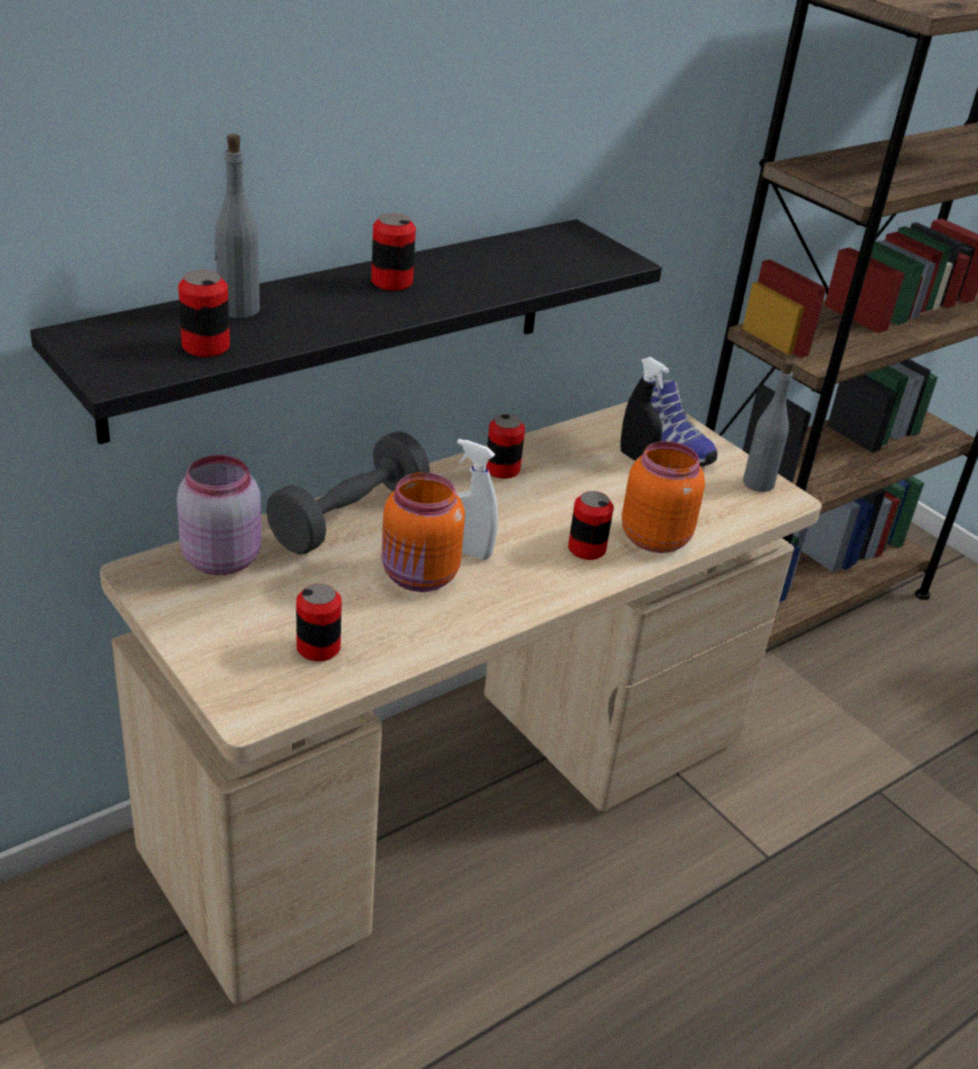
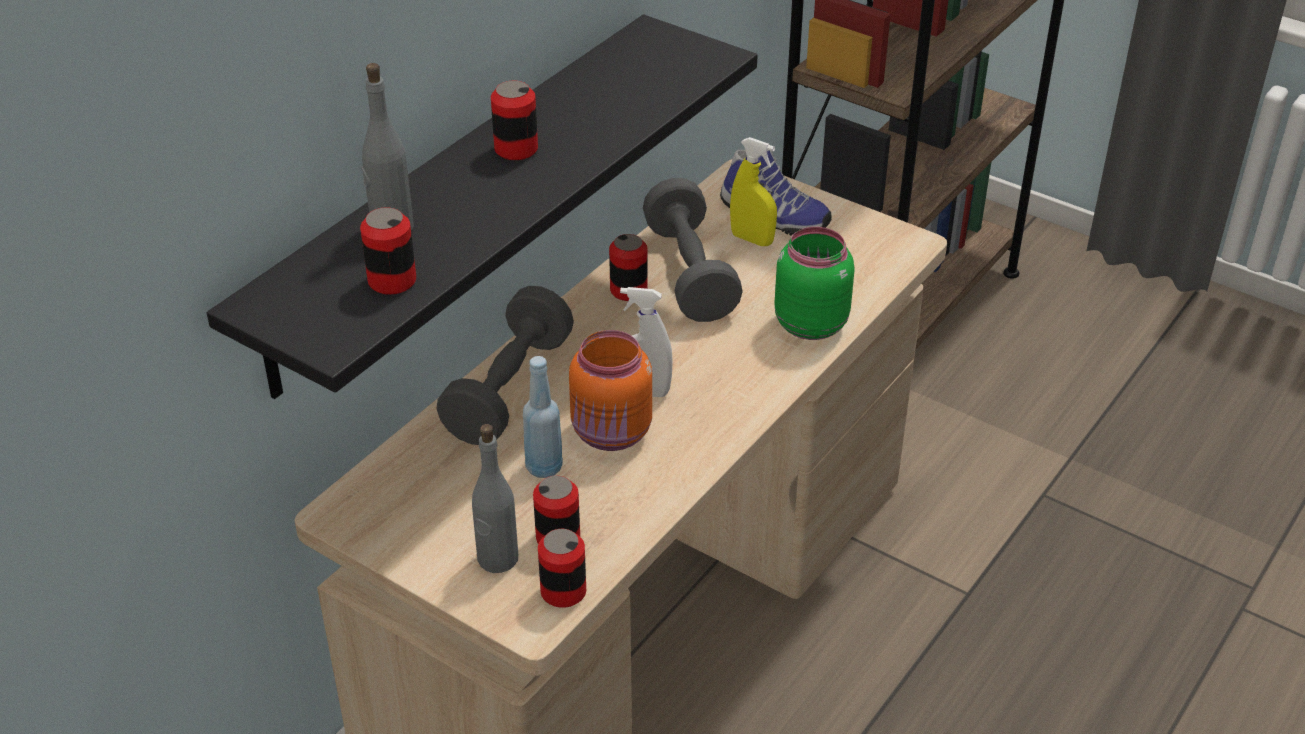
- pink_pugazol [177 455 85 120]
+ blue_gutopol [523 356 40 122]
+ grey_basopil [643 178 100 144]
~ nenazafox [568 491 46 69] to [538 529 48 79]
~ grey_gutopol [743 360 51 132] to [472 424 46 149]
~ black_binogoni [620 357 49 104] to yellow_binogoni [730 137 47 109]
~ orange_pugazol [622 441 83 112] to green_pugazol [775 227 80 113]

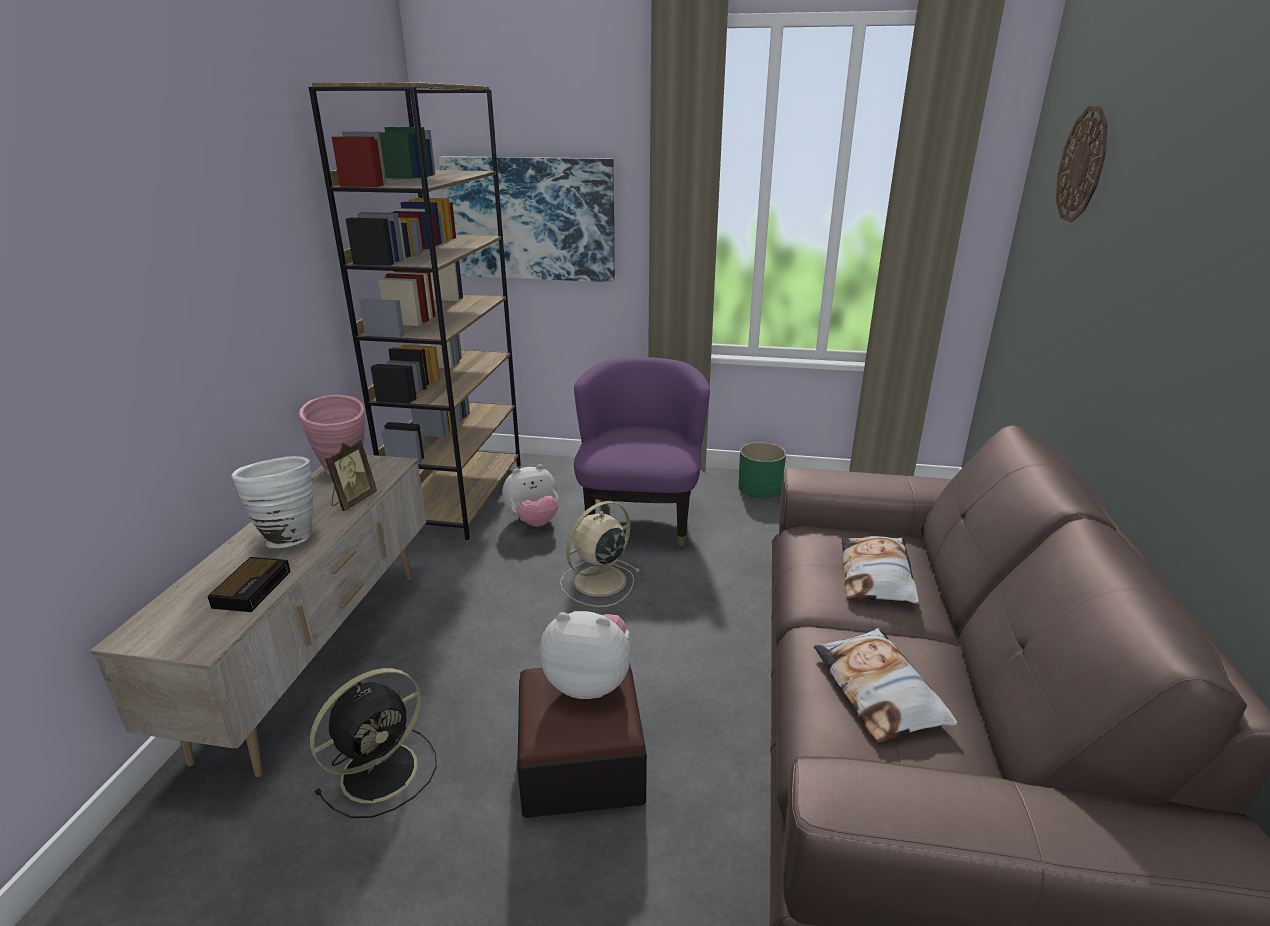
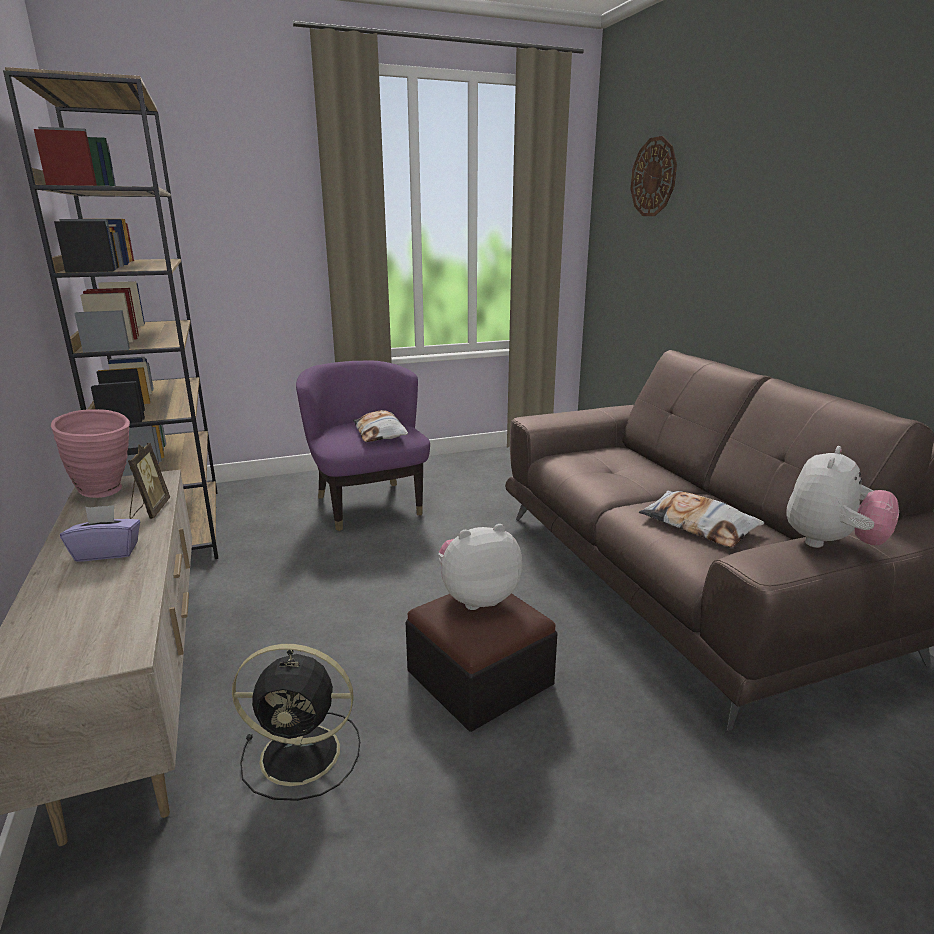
- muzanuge [207 557 84 55]
- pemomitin [439 156 176 126]
- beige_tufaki [560 501 80 106]
- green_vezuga [739 442 47 56]
~ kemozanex [502 464 56 63] to [786 446 113 102]
~ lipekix [841 536 78 67] to [353 410 55 32]
~ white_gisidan [231 456 83 92] to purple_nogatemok [60 505 80 57]
~ black_tufaki [310 668 127 150] = [232 644 128 157] 75 degrees clockwise

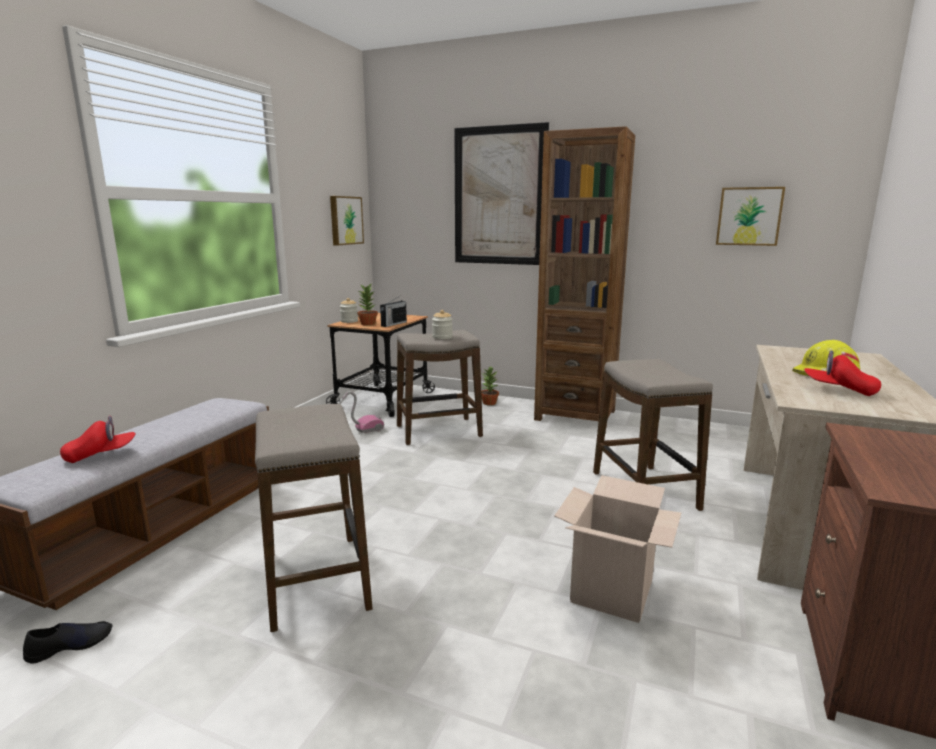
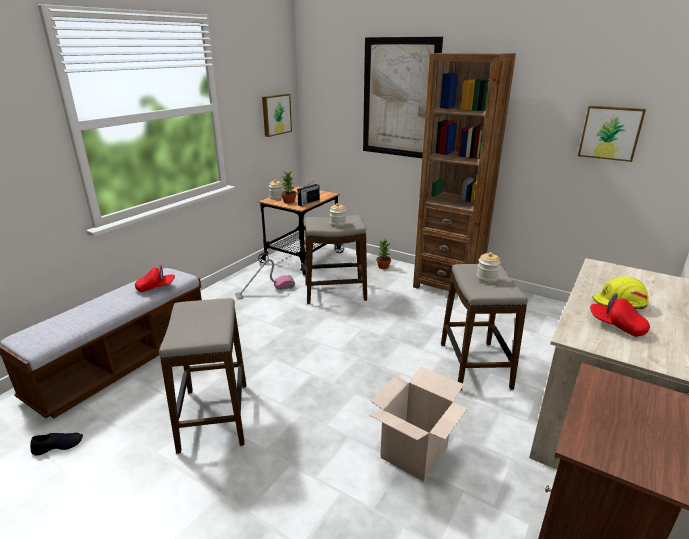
+ pugazol [477 252 24 31]
~ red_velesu [60 416 75 47] to [135 265 40 27]

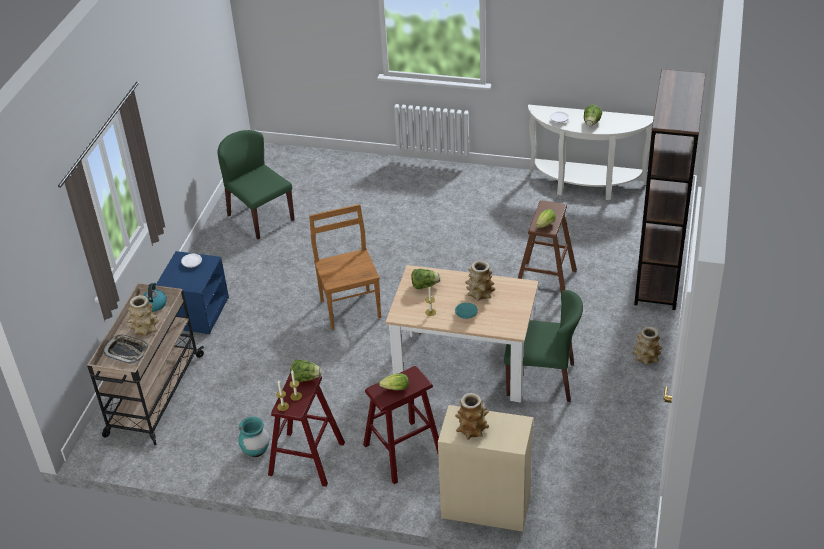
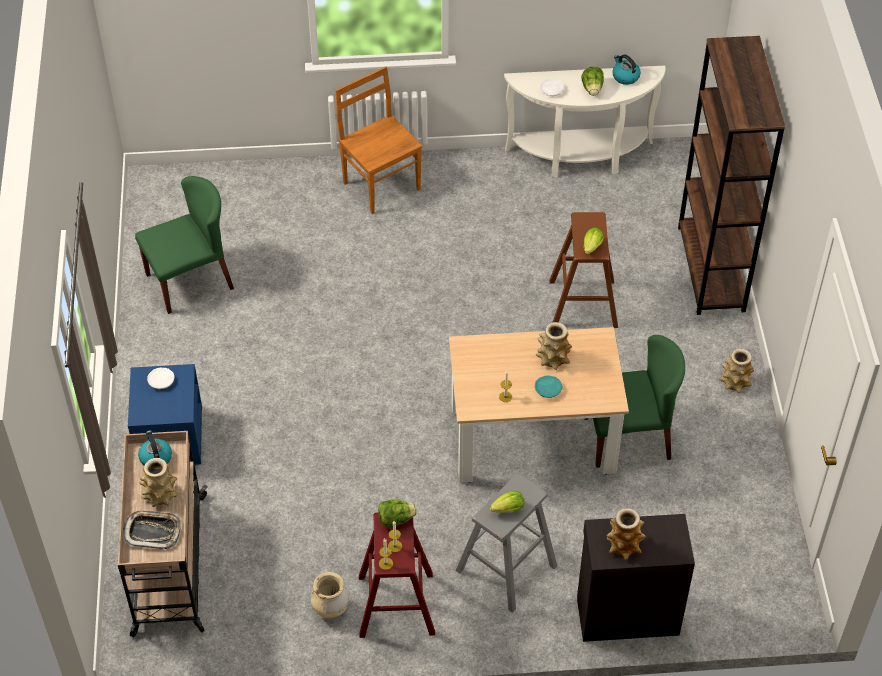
- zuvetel [412 269 29 20]
+ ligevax [612 54 29 31]
~ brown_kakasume [309 204 72 126] to [336 66 86 148]
~ turquoise_gisidan [238 417 31 40] to beige_gisidan [311 572 38 47]
~ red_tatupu [363 366 76 118] to grey_tatupu [456 473 101 140]
~ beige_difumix [438 405 95 127] to black_difumix [577 514 118 128]
~ green_kakasume [217 130 78 109] = [135 176 99 138] 120 degrees clockwise

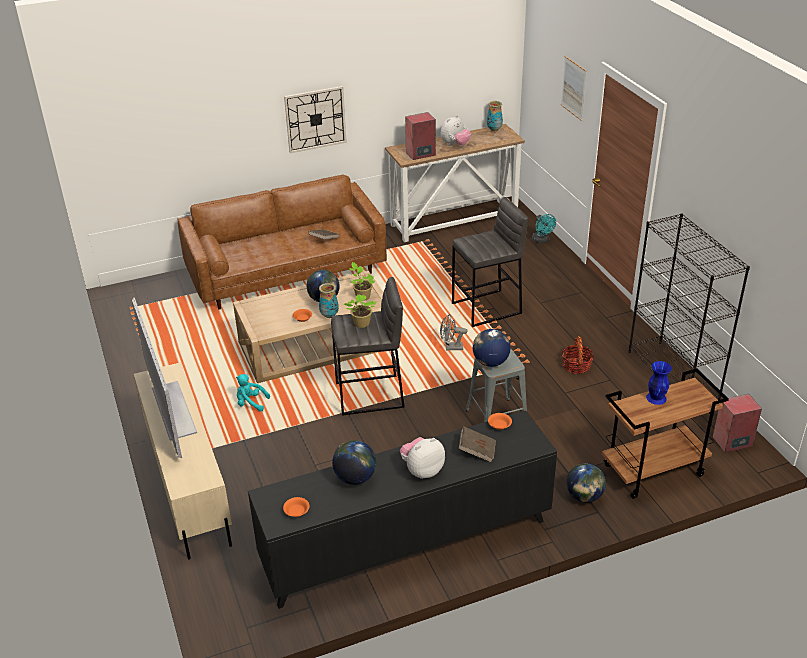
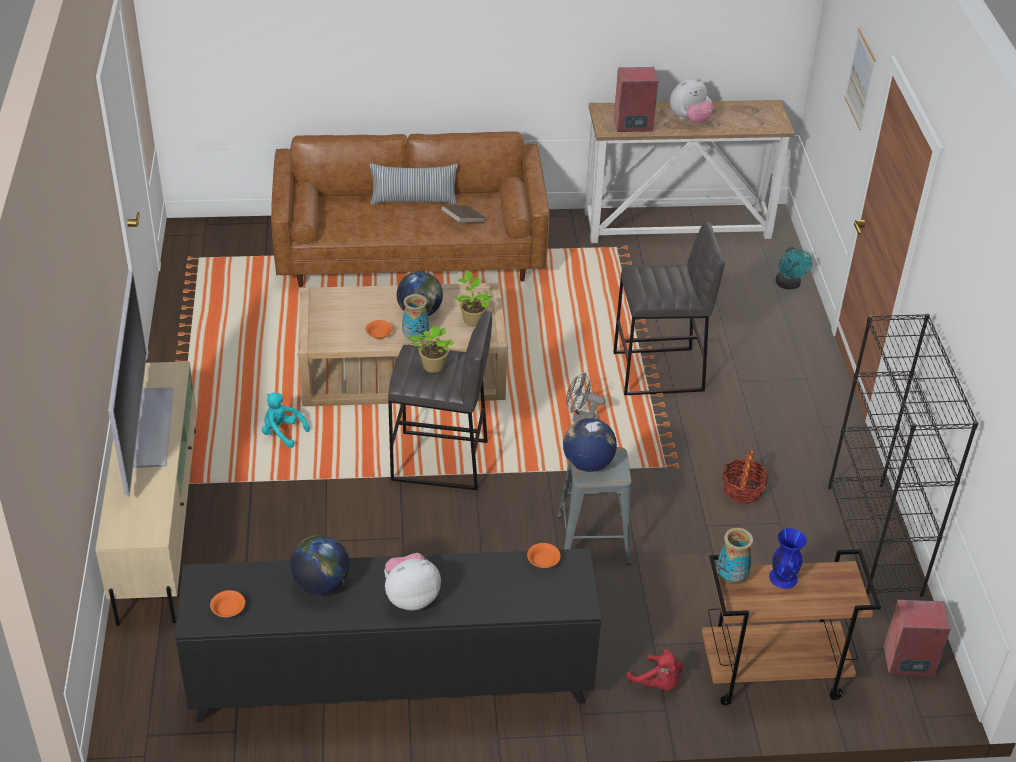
- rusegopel [284 86 63 67]
- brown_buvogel [458 426 38 36]
+ lipekix [370 163 88 42]
~ gisidan [487 101 16 30] to [717 528 36 55]
~ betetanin [566 463 40 40] to red_kemozanex [626 649 57 42]

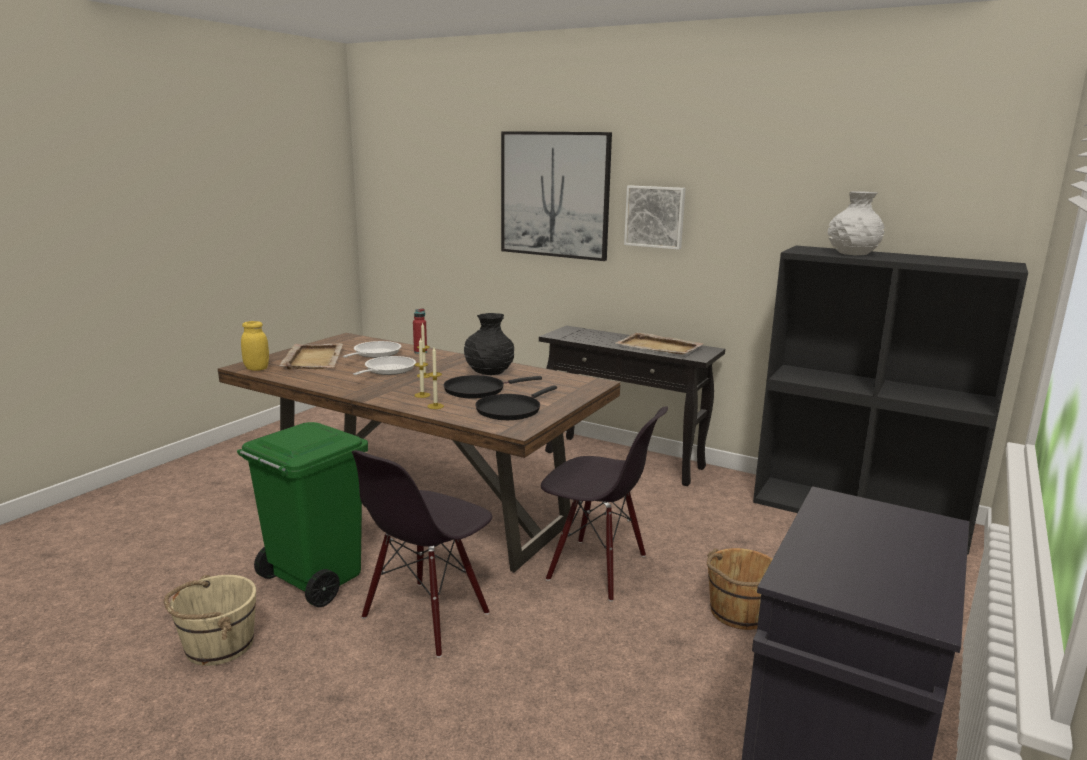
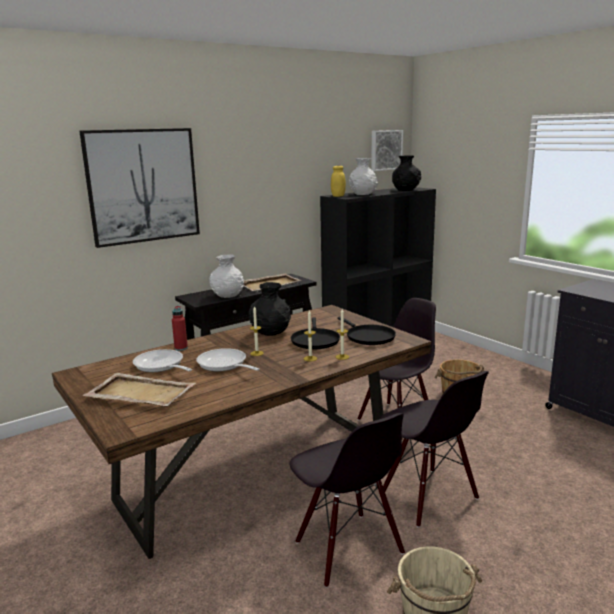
+ white_gisidan [209 254 35 44]
+ black_gisidan [392 156 29 35]
~ yellow_pugazol [241 321 28 50] to [331 166 15 31]
~ pemomitin [624 185 62 65] to [371 130 32 41]
~ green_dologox [237 422 131 185] to black_kakasume [289 413 116 175]

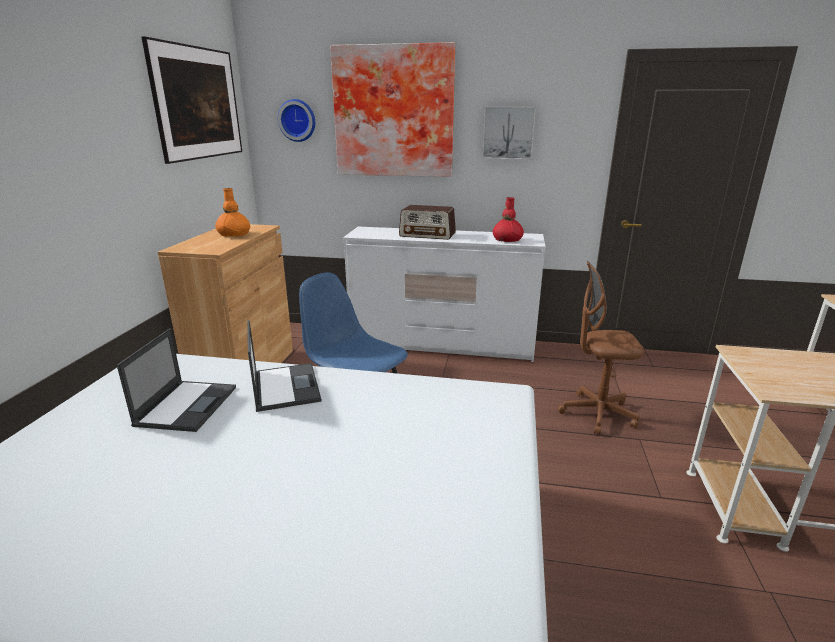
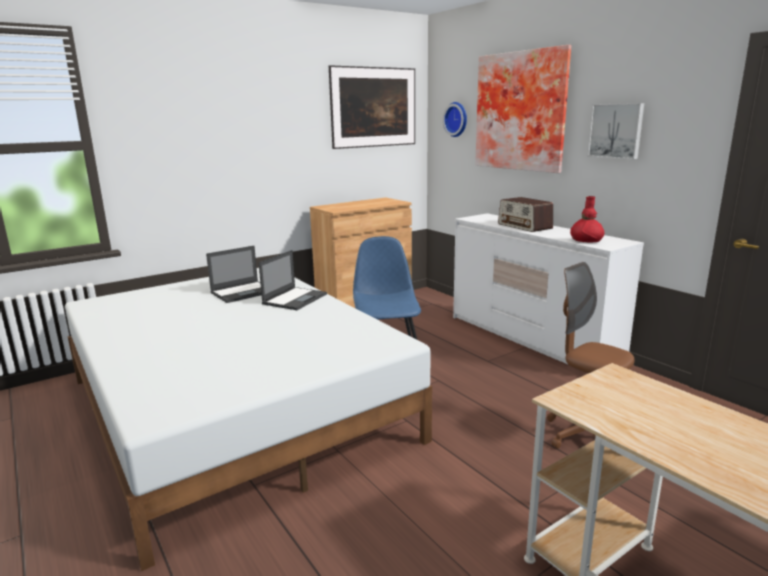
- orange_gisidan [215 188 35 49]

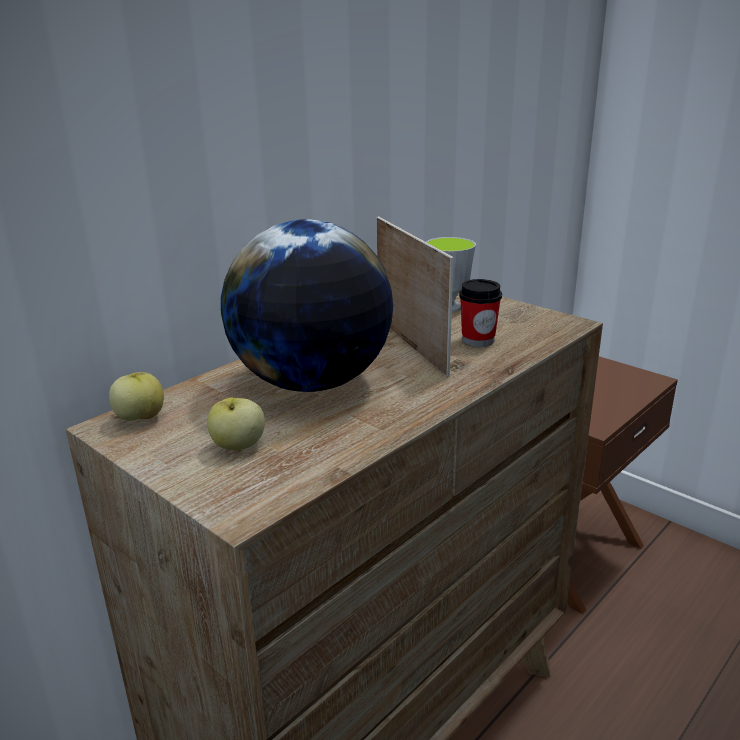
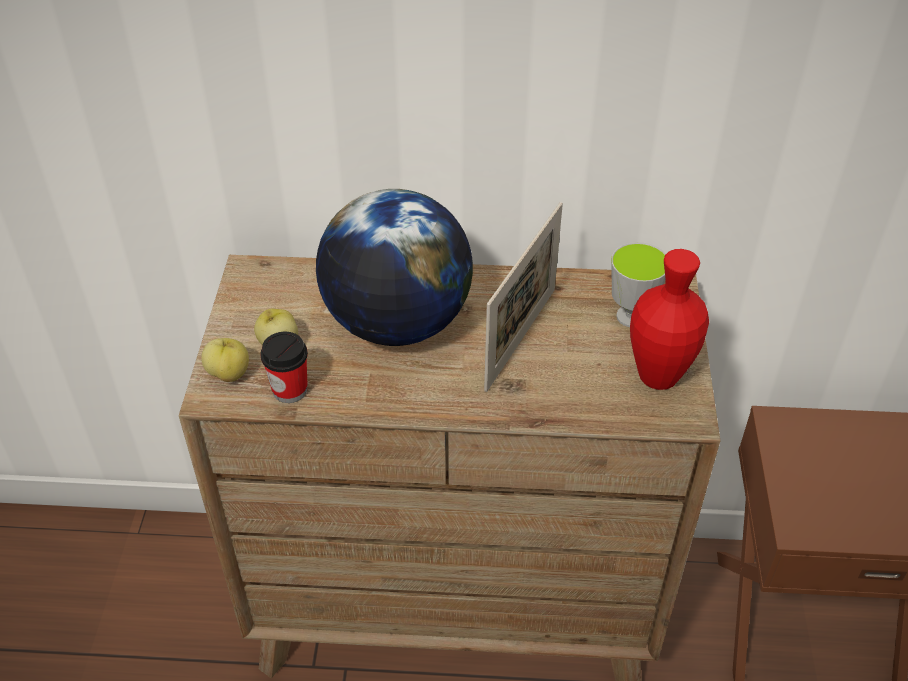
+ red_gisidan [630 249 79 141]
~ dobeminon [109 372 55 49] to [201 338 48 44]
~ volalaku [459 279 43 68] to [260 332 48 71]

